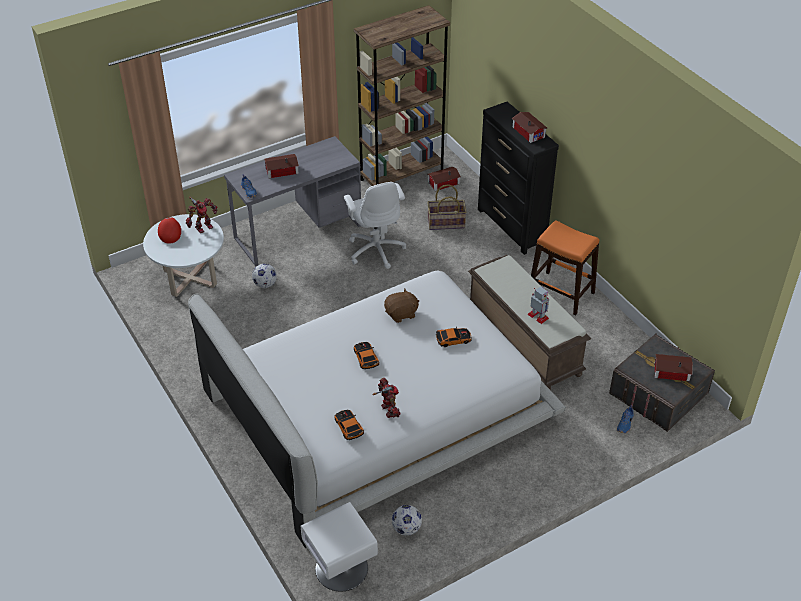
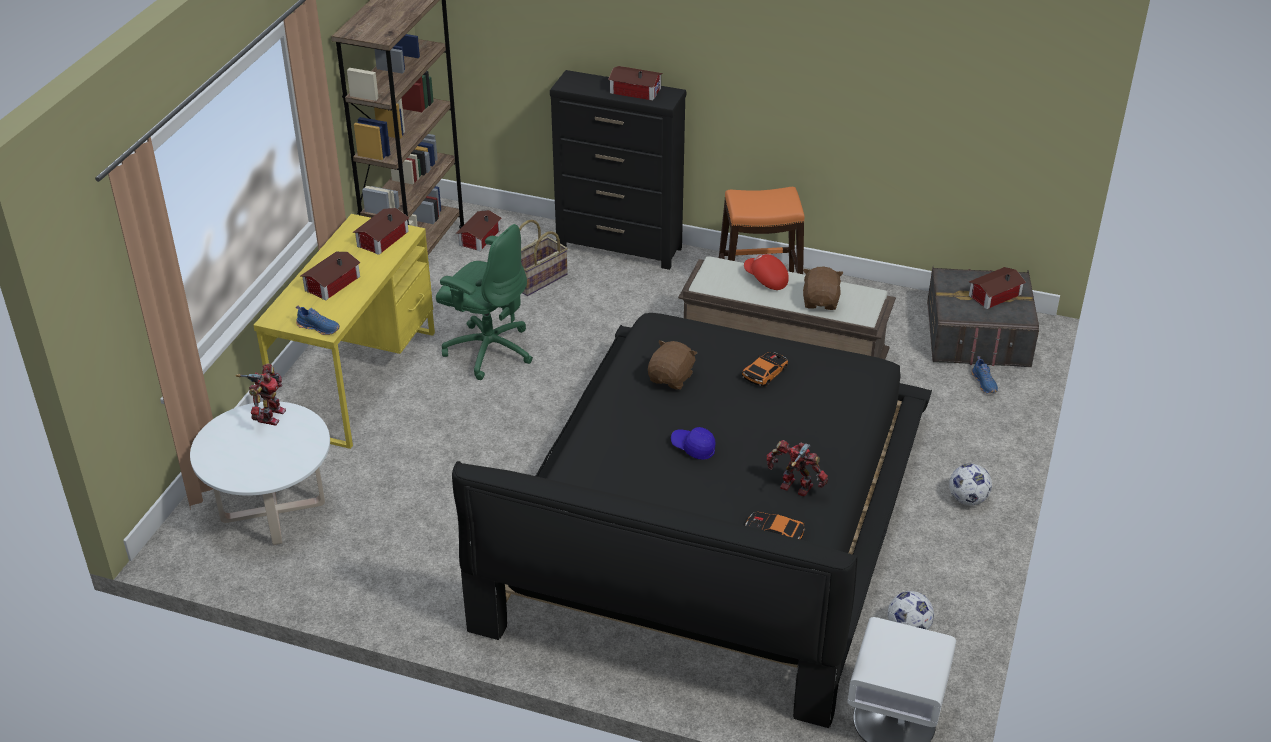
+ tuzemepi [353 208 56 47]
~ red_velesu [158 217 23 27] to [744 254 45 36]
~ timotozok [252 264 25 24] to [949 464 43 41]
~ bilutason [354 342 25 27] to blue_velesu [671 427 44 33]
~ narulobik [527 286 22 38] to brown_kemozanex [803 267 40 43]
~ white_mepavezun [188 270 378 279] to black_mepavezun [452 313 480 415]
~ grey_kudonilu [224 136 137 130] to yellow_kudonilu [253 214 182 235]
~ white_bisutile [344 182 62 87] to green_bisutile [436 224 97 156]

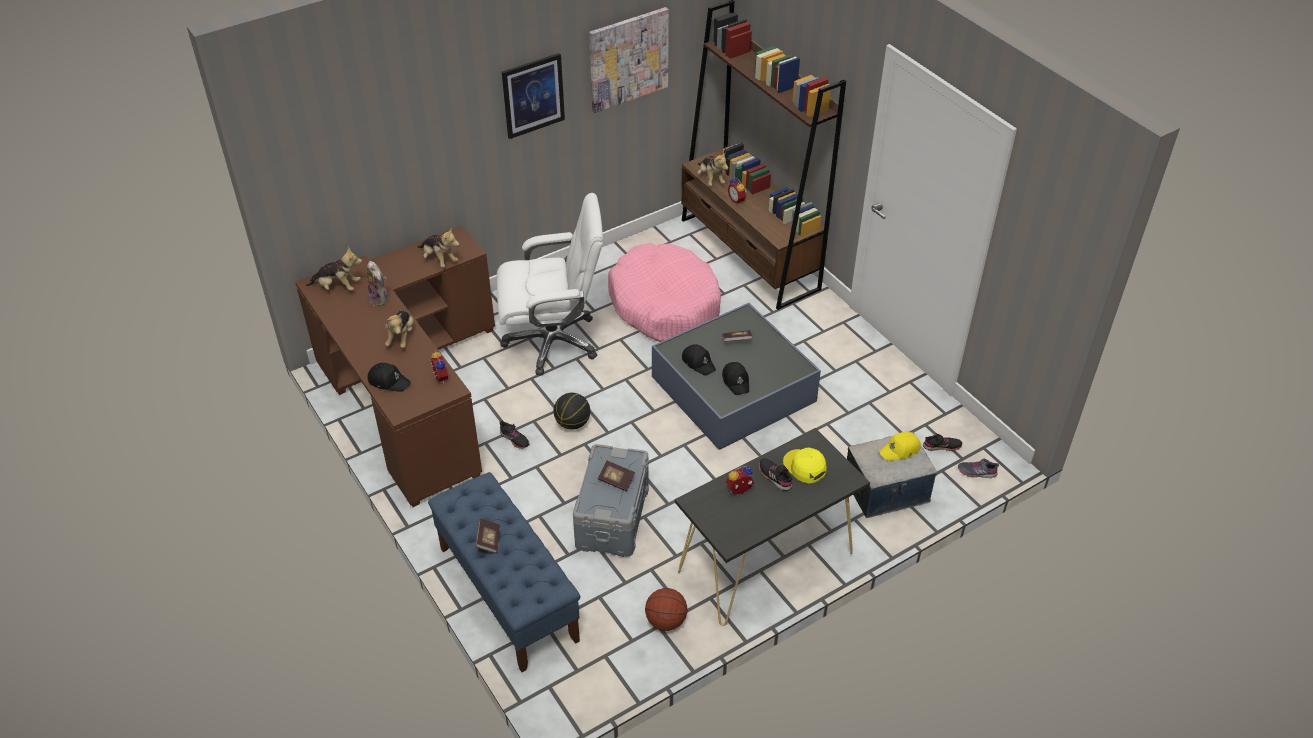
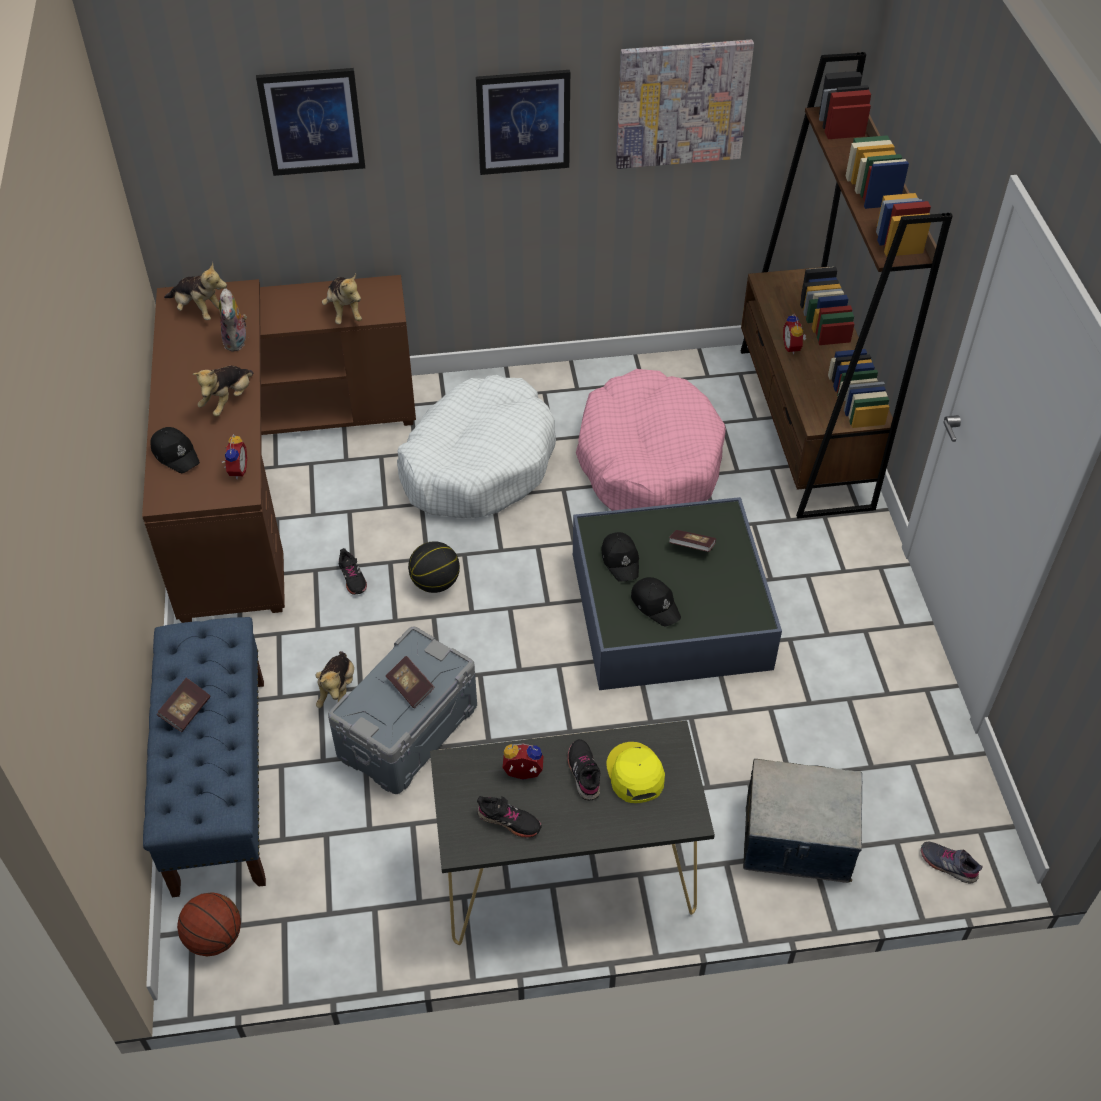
- yellow_velesu [879 432 42 29]
+ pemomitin [256 68 109 108]
~ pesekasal [645 588 42 43] to [177 892 64 65]
~ kemozanex [697 152 31 34] to [316 651 38 57]
~ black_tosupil [923 433 39 18] to [477 796 65 42]
~ white_bisutile [497 193 106 183] to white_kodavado [397 375 159 143]
~ black_velesu [722 362 27 33] = [631 577 50 49] 45 degrees counterclockwise

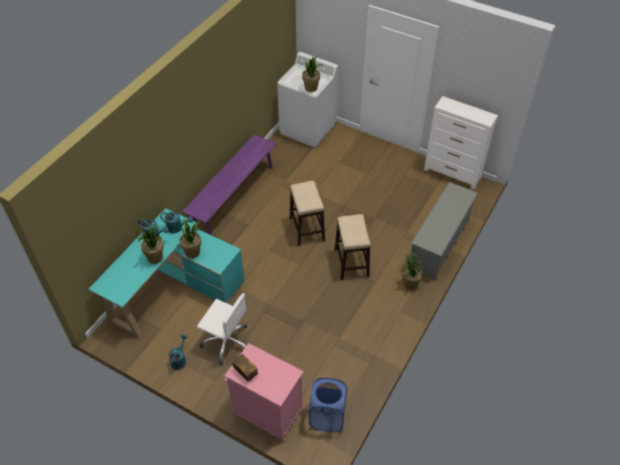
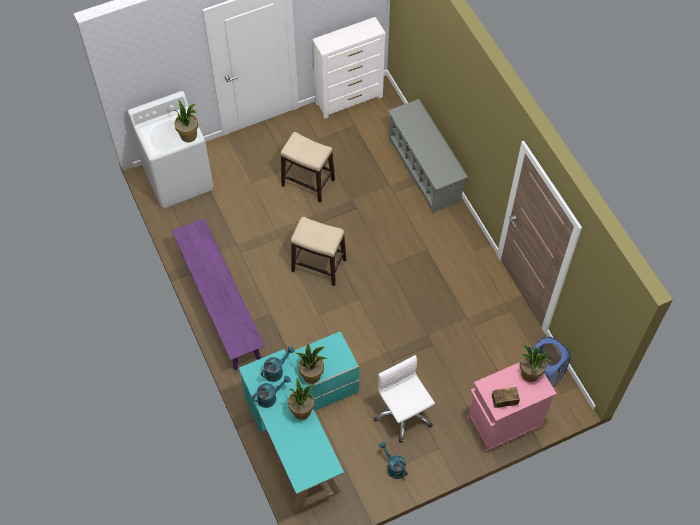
~ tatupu [334 214 37 66] to [280 132 55 71]
~ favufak [402 252 21 38] to [520 345 31 37]
~ white_bisutile [197 293 50 72] = [374 355 61 88] 90 degrees counterclockwise

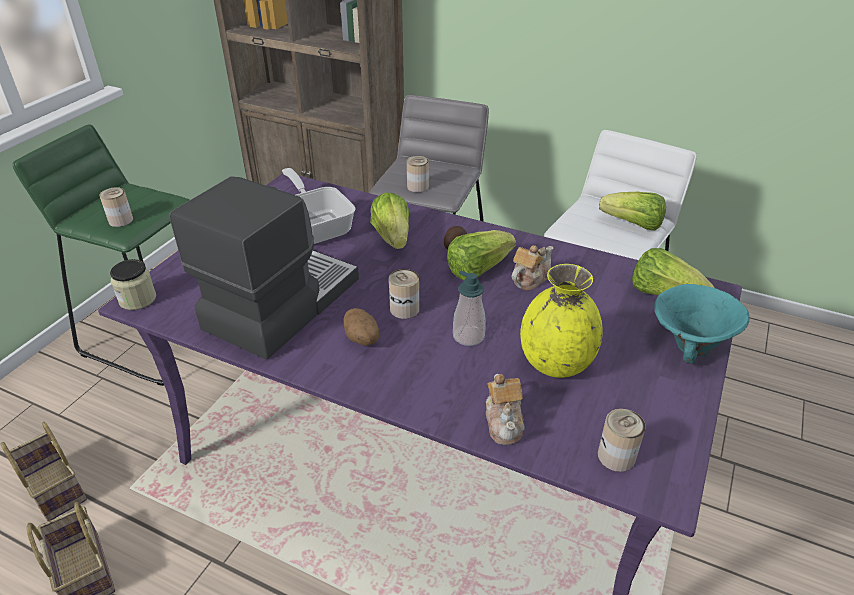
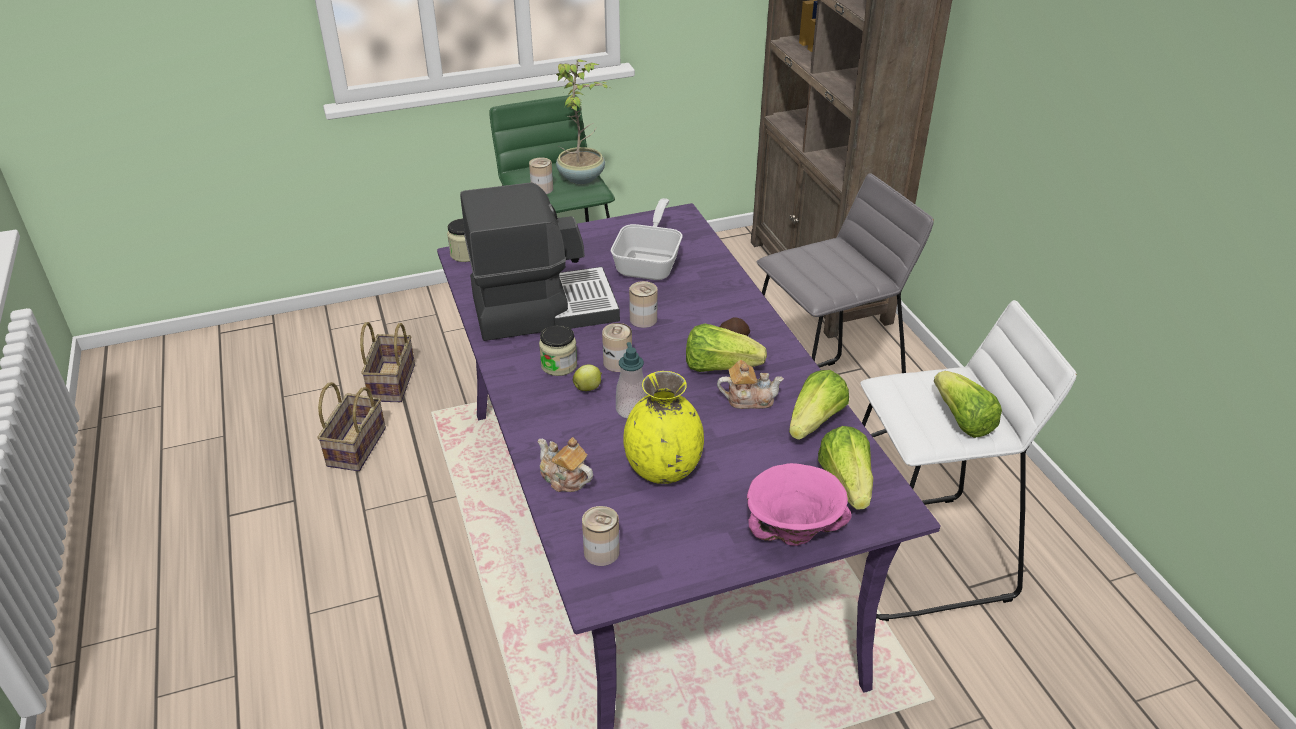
+ favufak [556 59 52 125]
+ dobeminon [573 365 29 26]
~ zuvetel [370 192 39 57] to [789 370 60 70]
~ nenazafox [407 156 22 36] to [629 281 29 47]
~ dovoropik [343 308 36 38] to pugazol [539 325 38 51]
~ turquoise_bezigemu [654 284 95 80] to pink_bezigemu [747 463 104 83]
~ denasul [486 374 39 71] = [538 437 55 55] 90 degrees clockwise

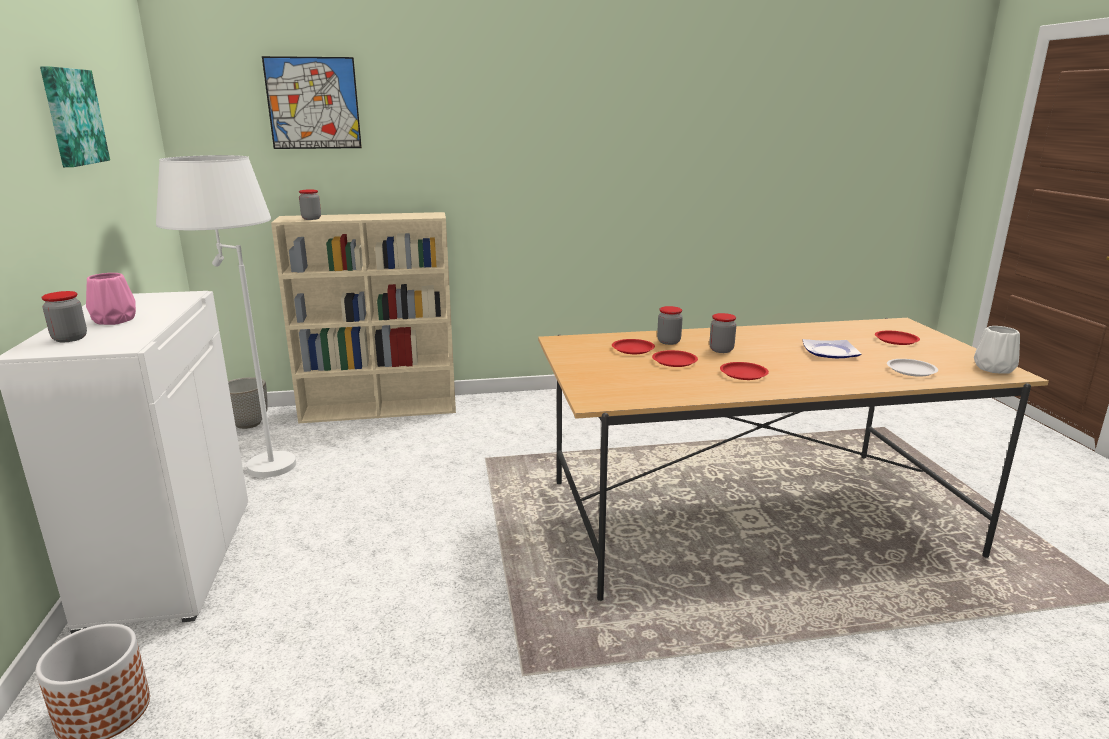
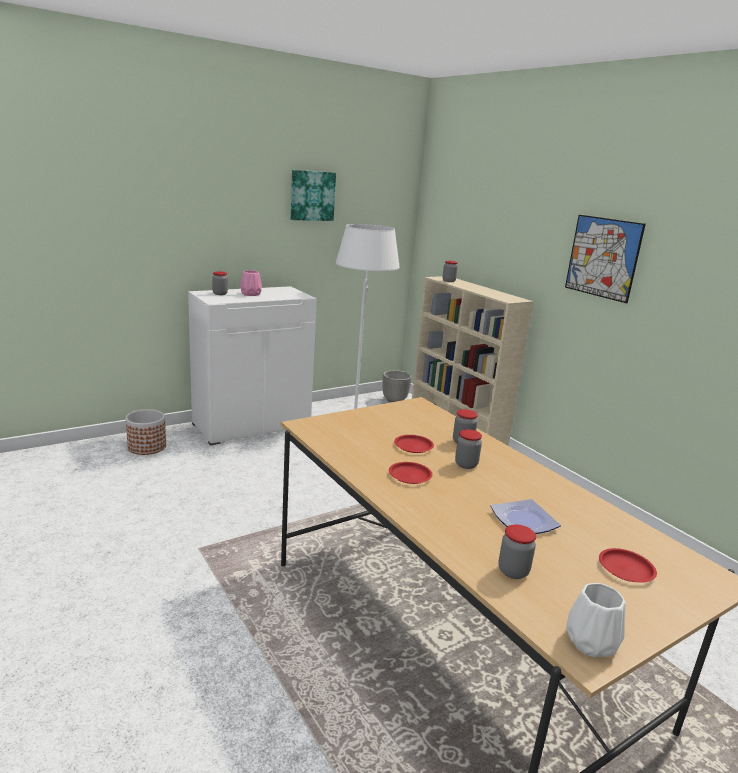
- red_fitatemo [612 339 43 15]
~ pemomitin [262 56 100 93] to [565 215 81 88]
~ white_fitatemo [887 359 51 18] to pugazol [498 524 38 55]

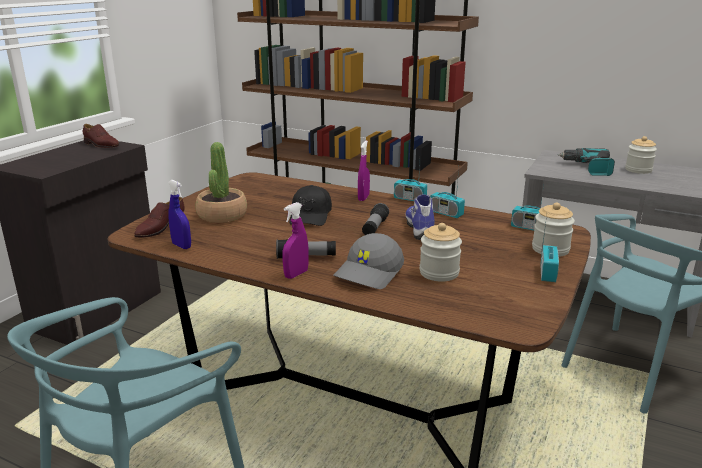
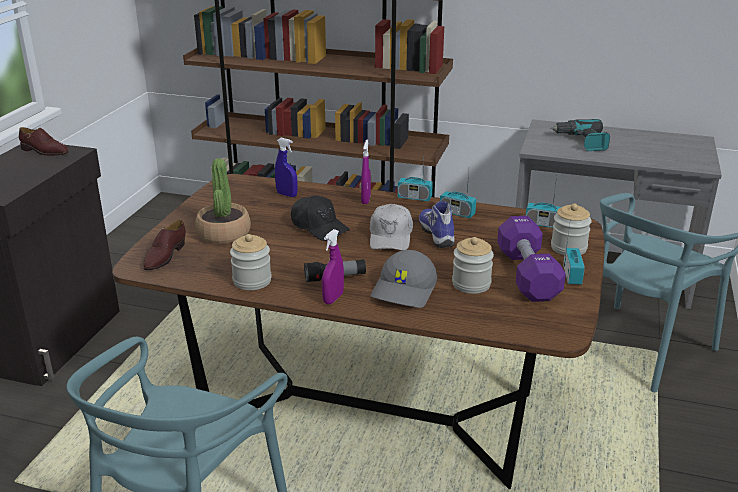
+ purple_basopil [497 216 69 86]
~ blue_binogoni [168 180 23 69] to [275 138 23 59]
~ pugazol [625 136 32 38] to [230 234 42 56]
~ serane [362 203 27 32] to white_velesu [370 204 43 47]
~ black_velesu [289 185 43 41] = [291 195 59 46] 45 degrees counterclockwise

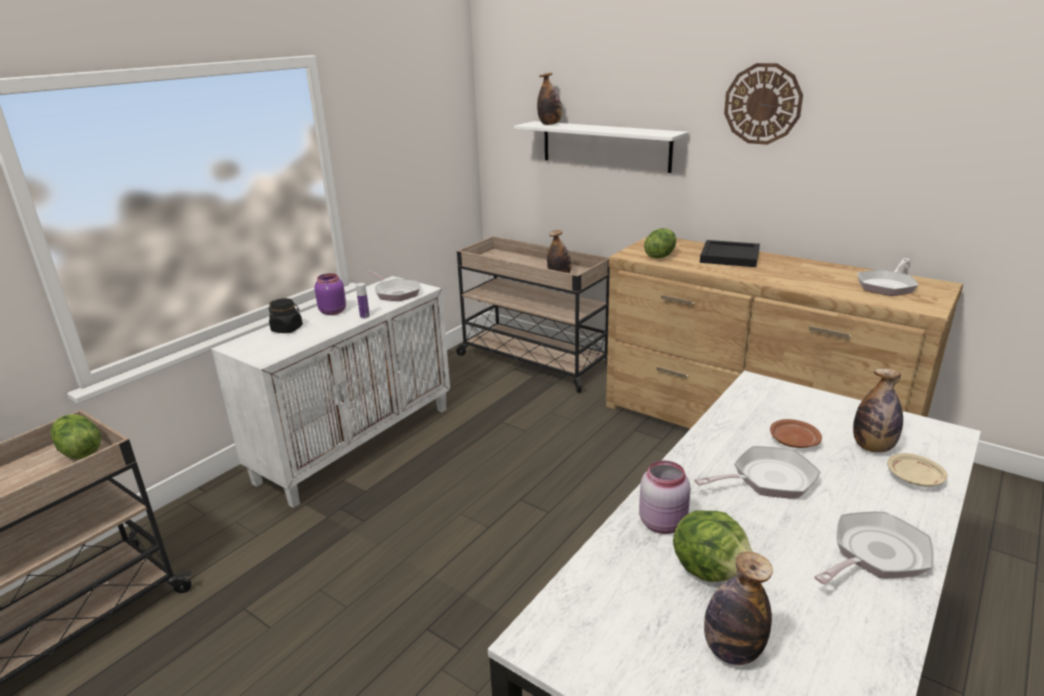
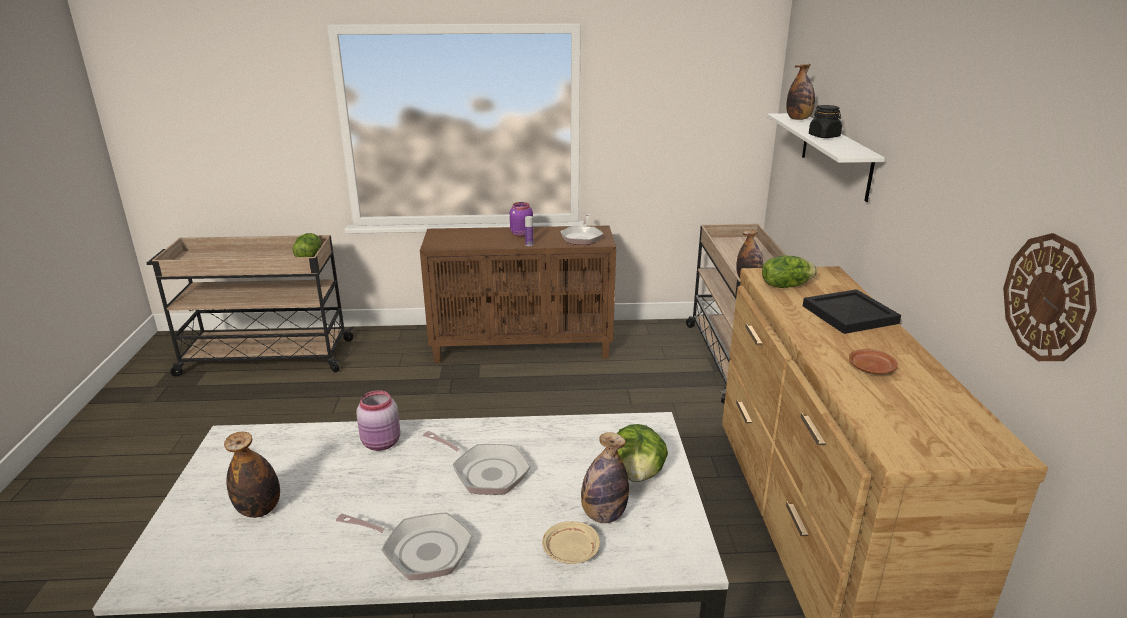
- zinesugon [857 258 61 38]
~ black_pugazol [268 298 35 35] to [809 105 33 33]
~ zuvetel [673 510 80 72] to [617 424 51 58]
~ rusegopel [724 63 79 82] to [1003 233 94 128]
~ brown_fitatemo [770 419 52 29] to [849 349 49 25]
~ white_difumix [211 276 239 232] to brown_difumix [420 225 196 138]

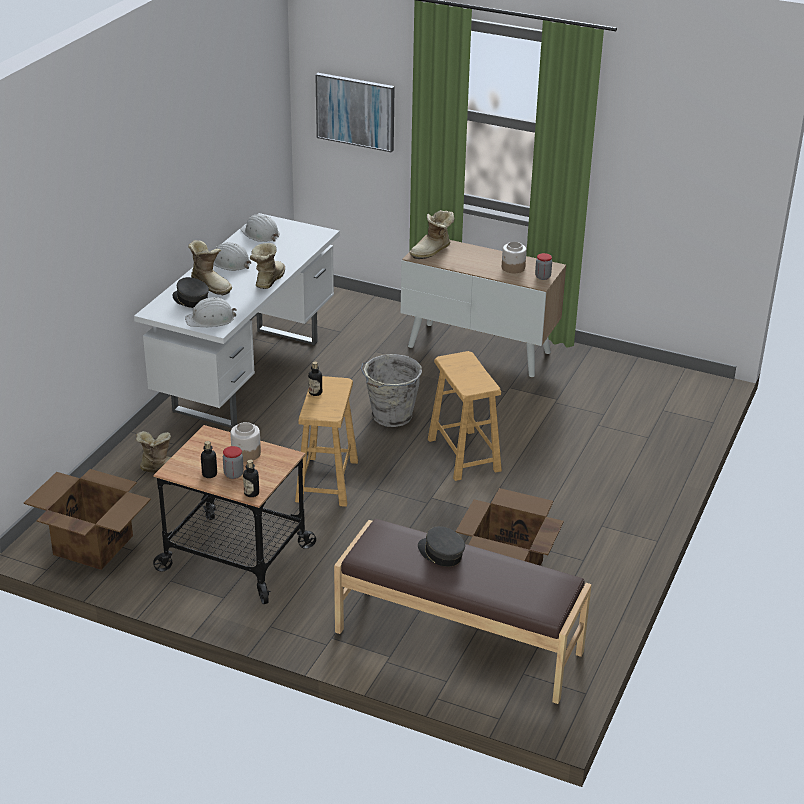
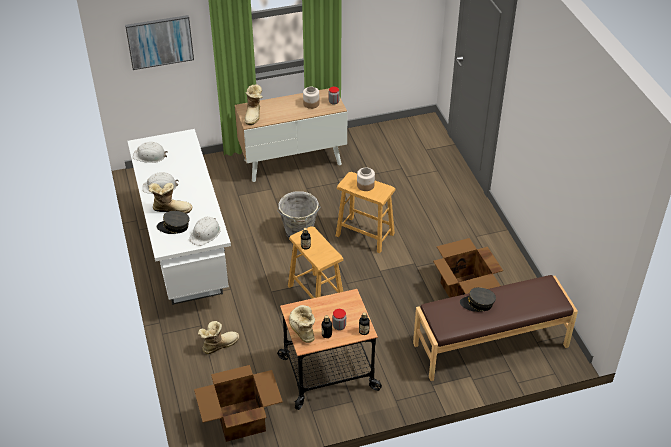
~ pugazol [230 422 31 40] to [357 167 18 24]
~ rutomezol [250 243 35 46] to [289 305 26 38]

